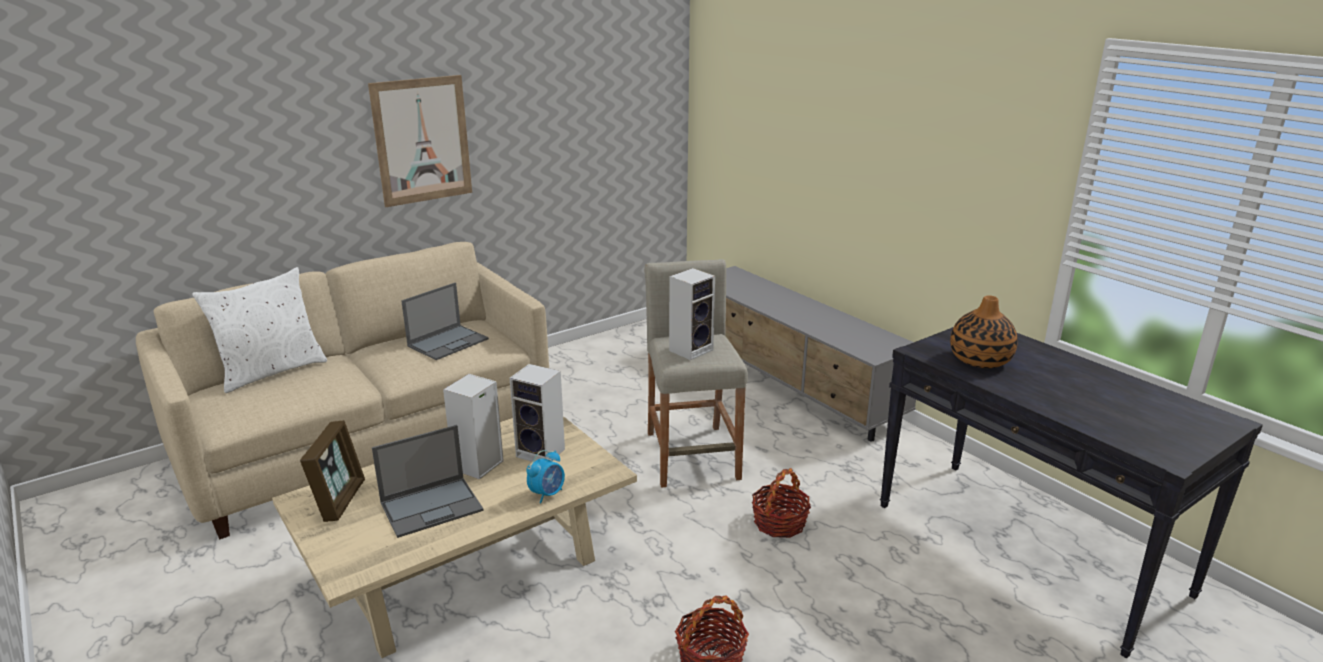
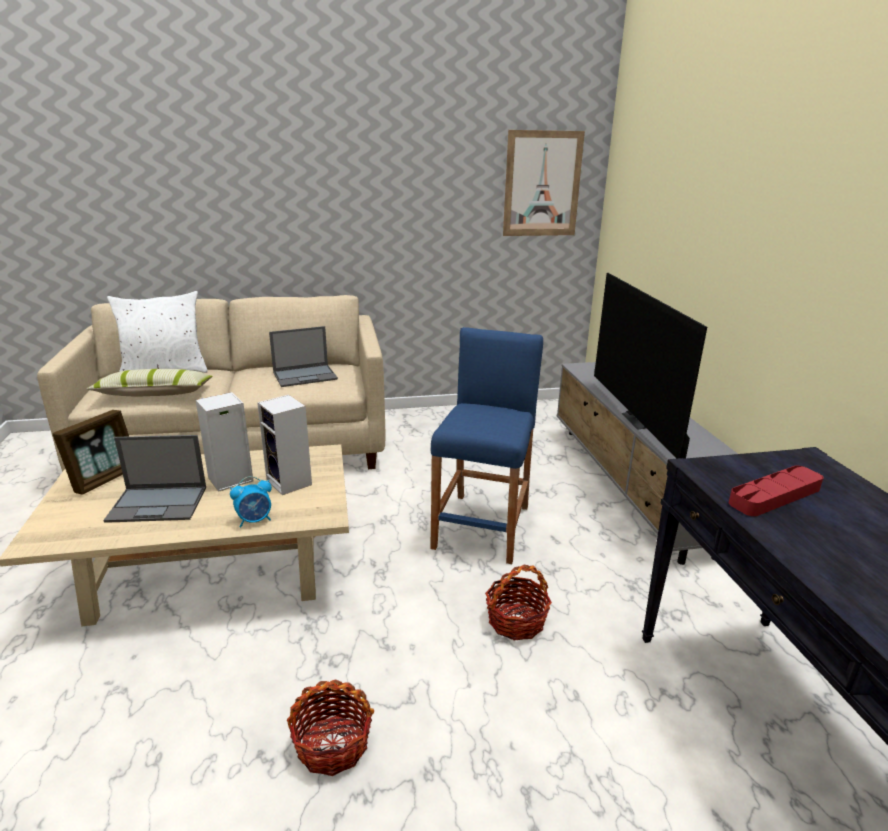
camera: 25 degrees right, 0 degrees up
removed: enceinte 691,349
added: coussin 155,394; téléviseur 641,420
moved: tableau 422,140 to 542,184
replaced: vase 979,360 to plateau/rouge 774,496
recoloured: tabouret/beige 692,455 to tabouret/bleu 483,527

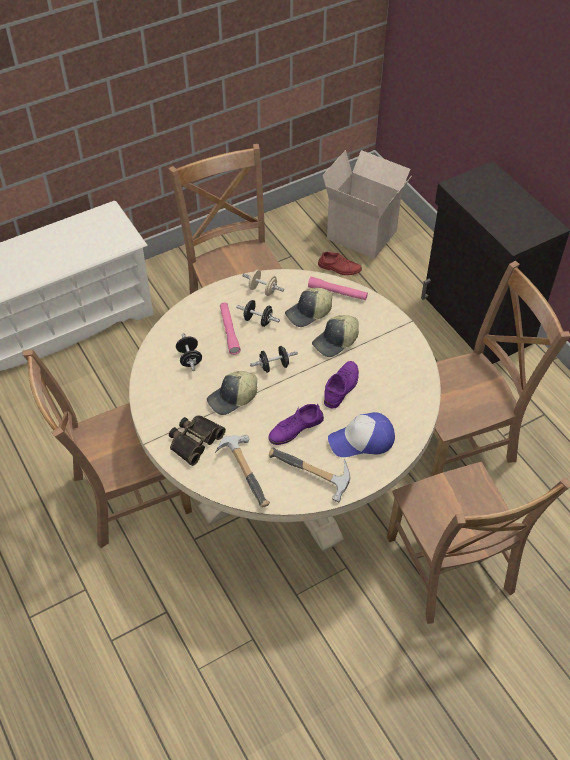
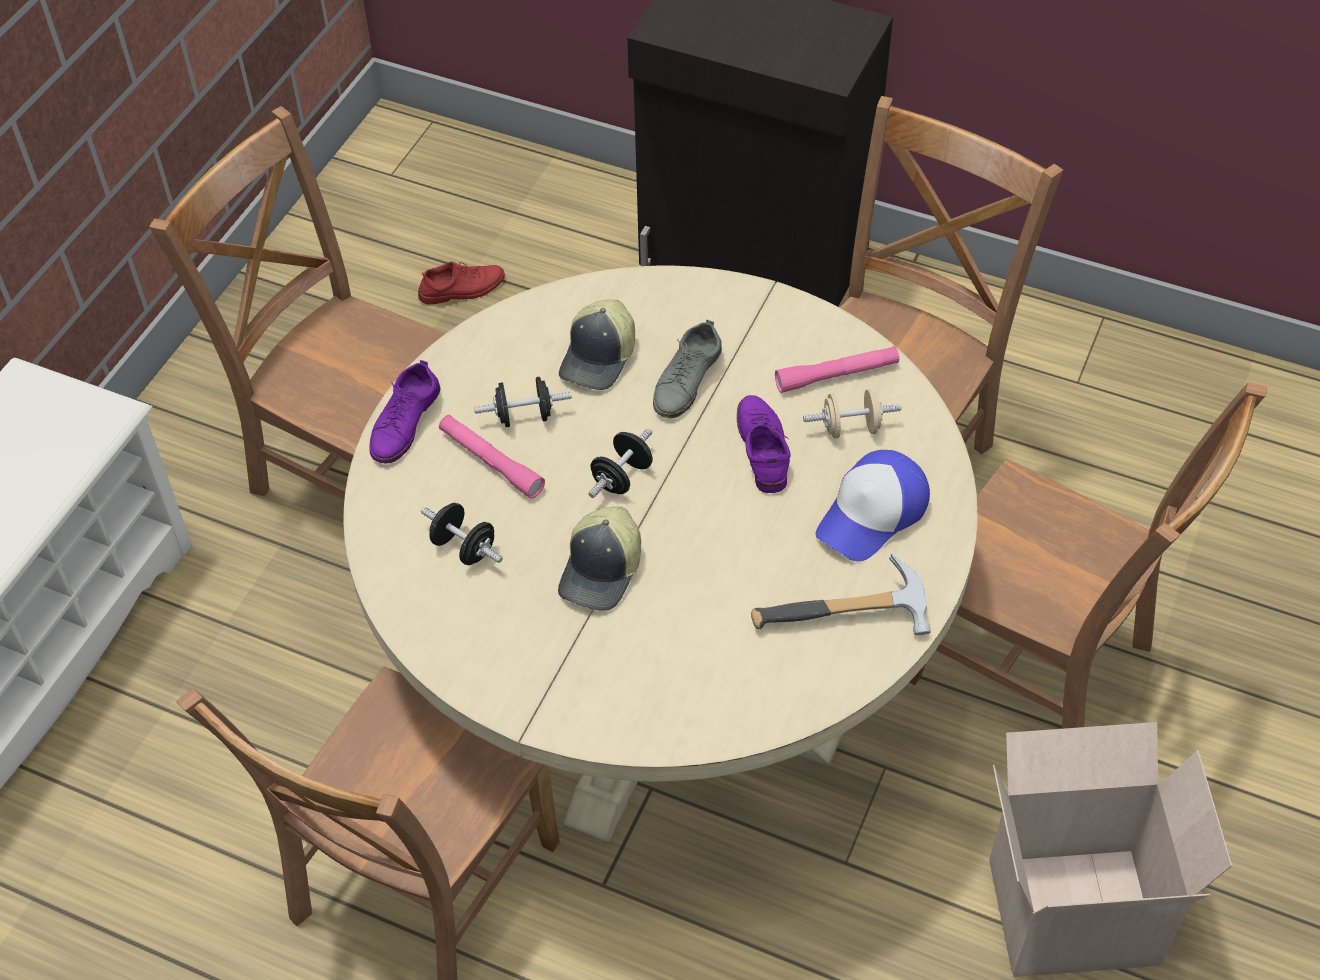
camera: 35 degrees left, 0 degrees up
removed: jumelles 194,440; marteau 248,471
moved: haltère/beige 263,290 to 850,428; chaussure/violet 295,428 to 405,423; lampe de poche/rose 337,292 to 836,375; carton 363,234 to 1074,906
replaced: casquette 336,341 to chaussure/gris 687,380

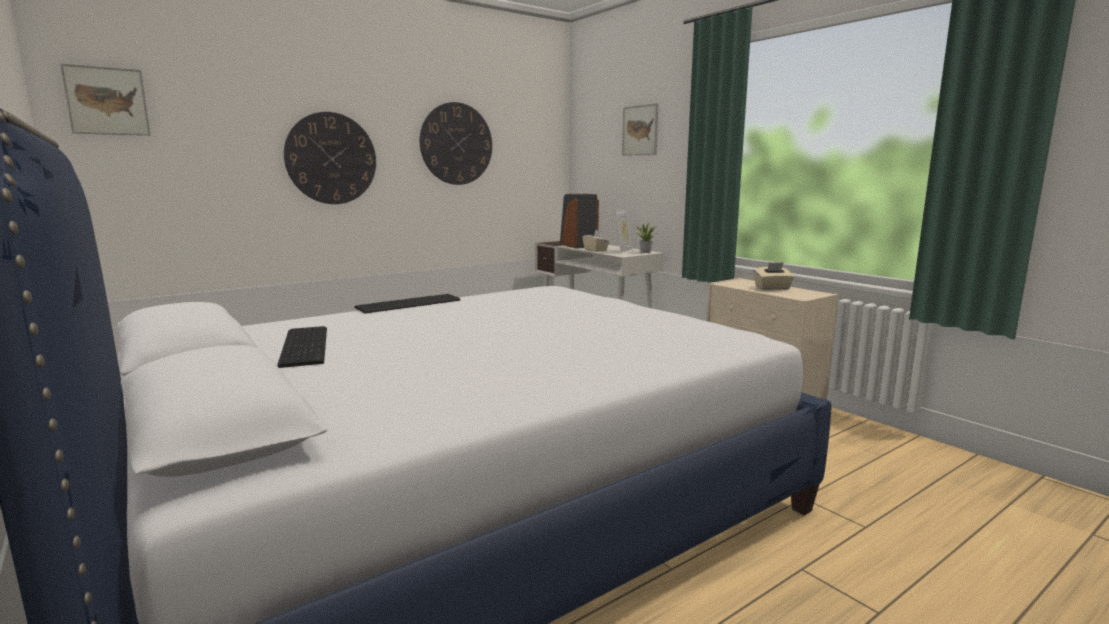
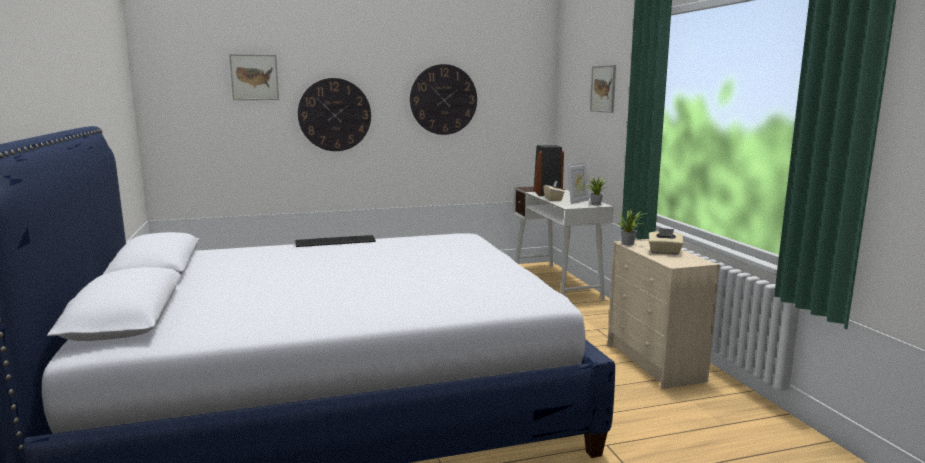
camera: 20 degrees right, 0 degrees up
removed: clavier 307,345
added: plante en pot 629,243
moved: tableau 107,101 to 254,77

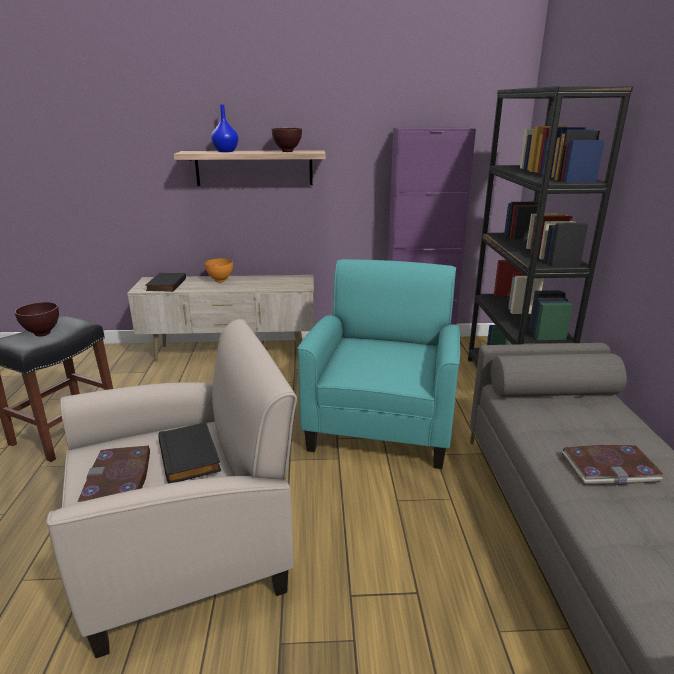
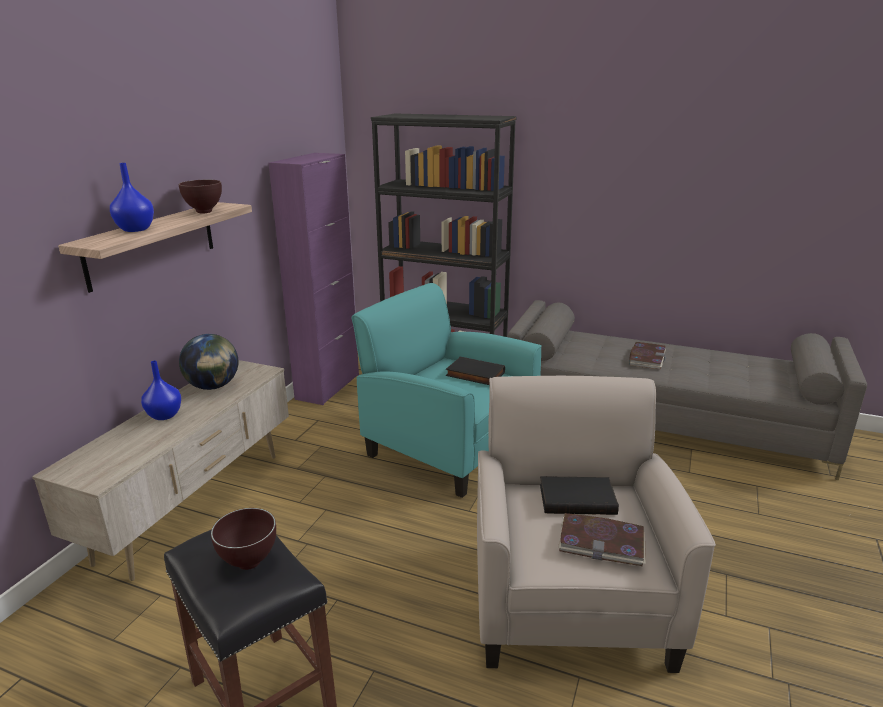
camera: 65 degrees left, 0 degrees up
added: globe 213,386
moved: livre/noir 165,284 to 474,374
replaced: bol/orange 221,281 to vase/bleu 165,415

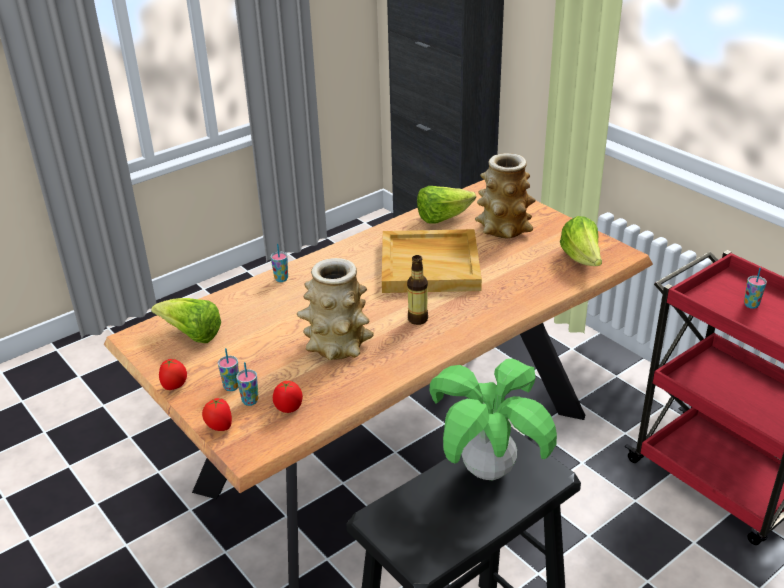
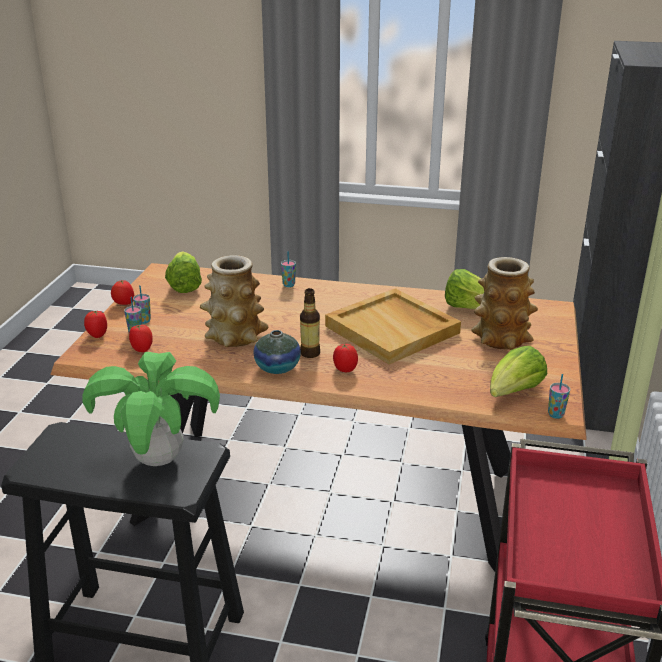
camera: 50 degrees right, 5 degrees down
added: vase 277,368; tomate 345,369
moved: tasse 751,305 to 556,415

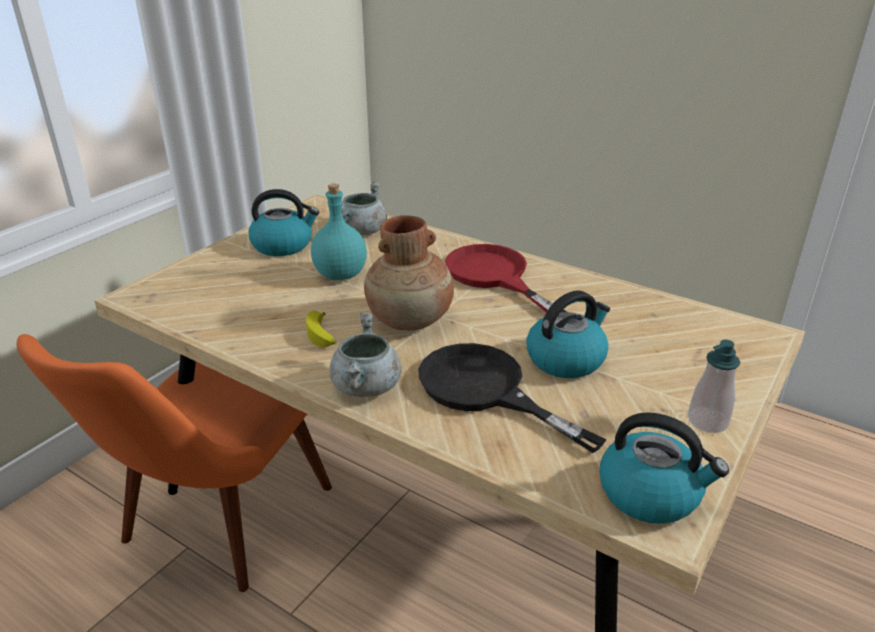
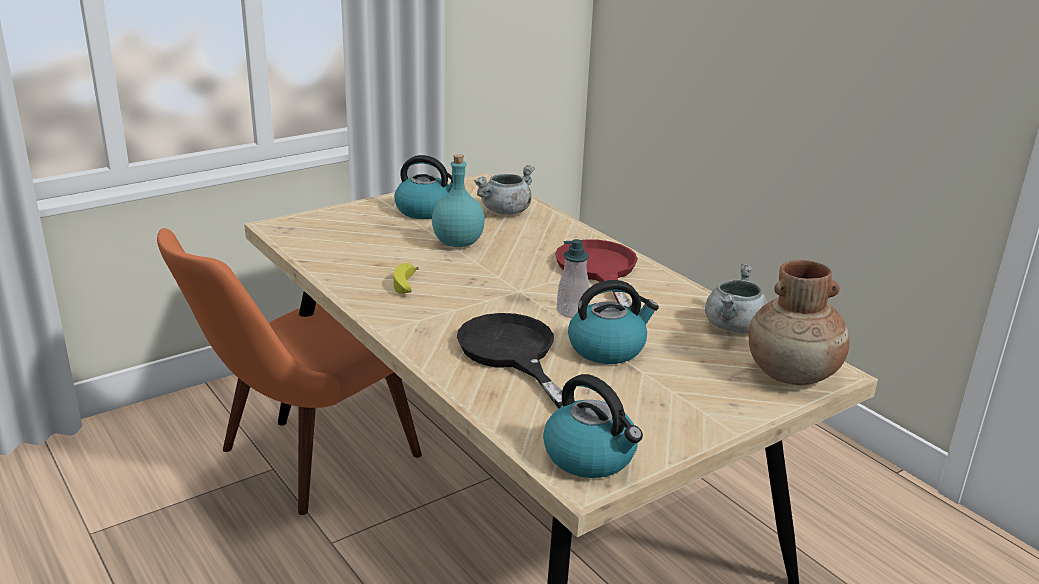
camera: 20 degrees right, 5 degrees down
moved: marmite/gris 367,387 to 734,327; vase/marron 411,320 to 793,374; distributeur de savon 707,421 to 572,311

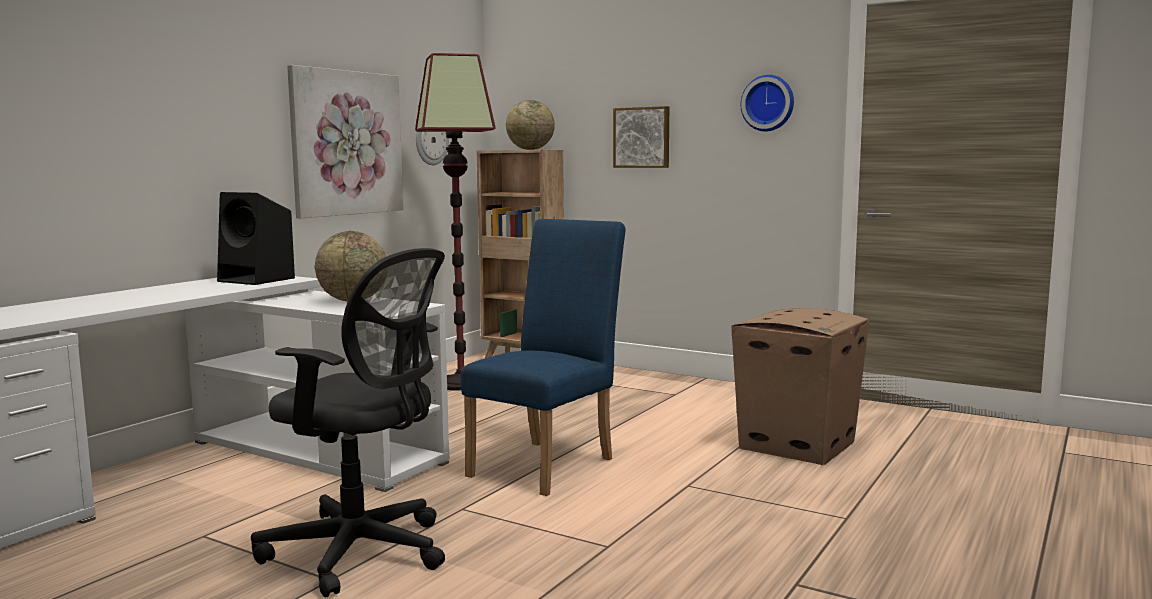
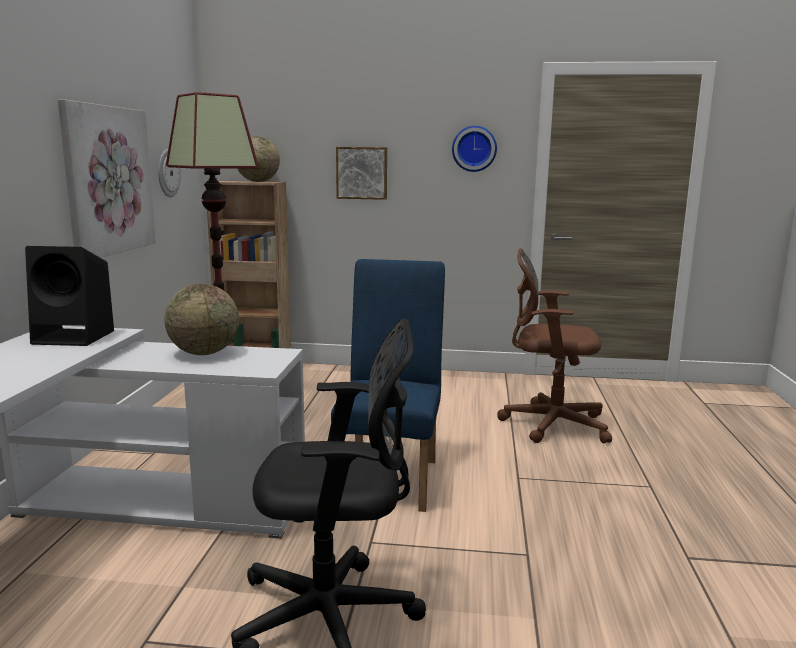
camera: 25 degrees left, 5 degrees up
replaced: carton 798,445 to chaise de bureau/marron 549,424

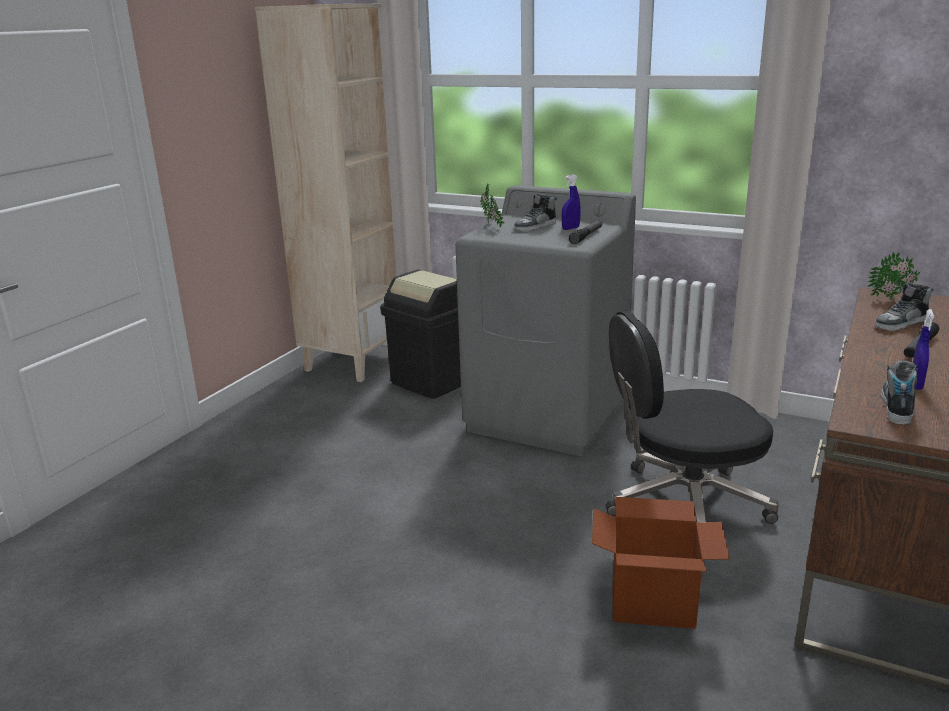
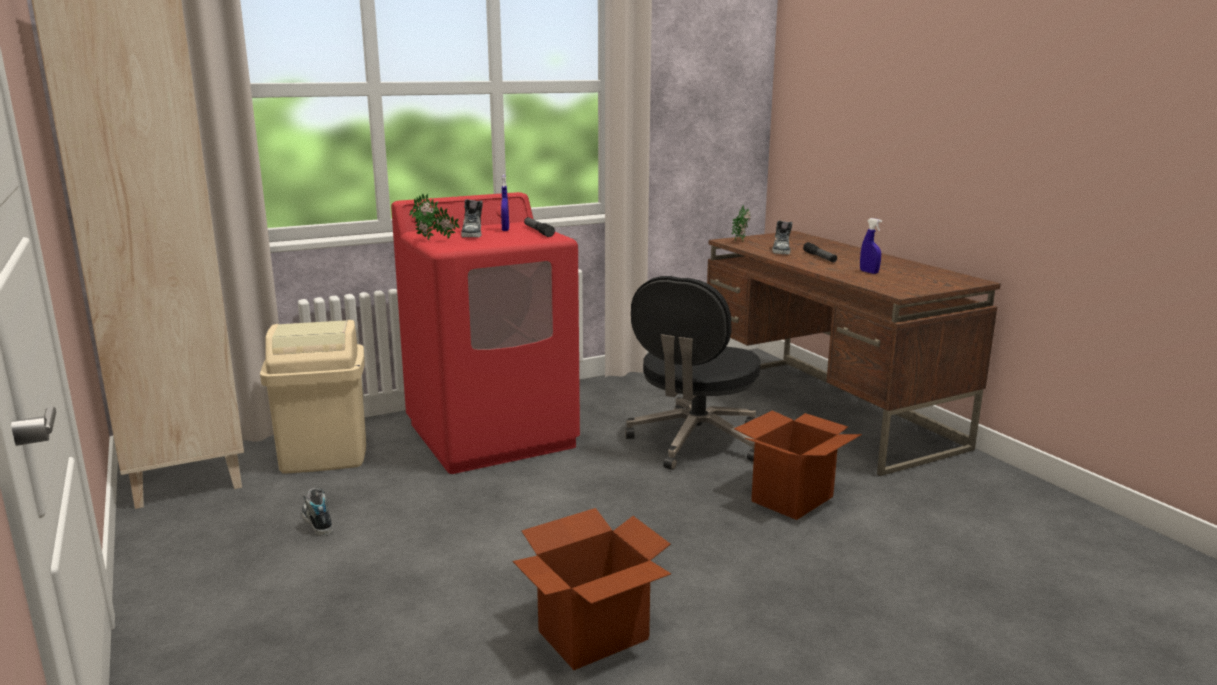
camera: 55 degrees left, 5 degrees down
added: carton 593,636
moved: chaussure 896,406 to 317,522
recoloured: poubelle/noir 432,381 to poubelle/beige 324,455; lave-linge/gris 547,416 to lave-linge/rouge 492,435

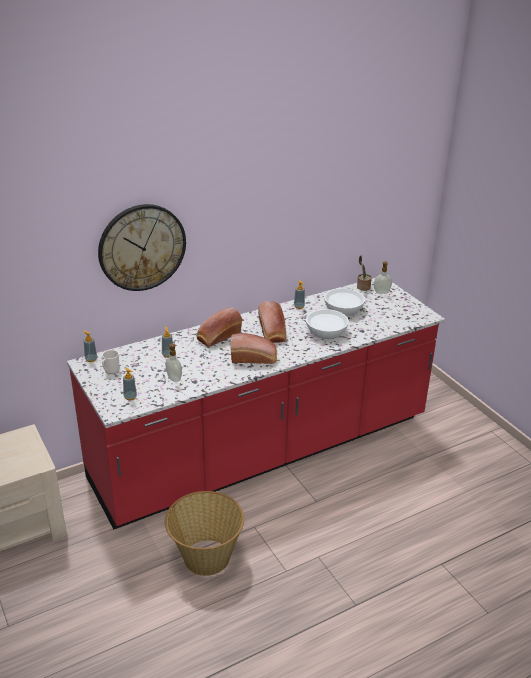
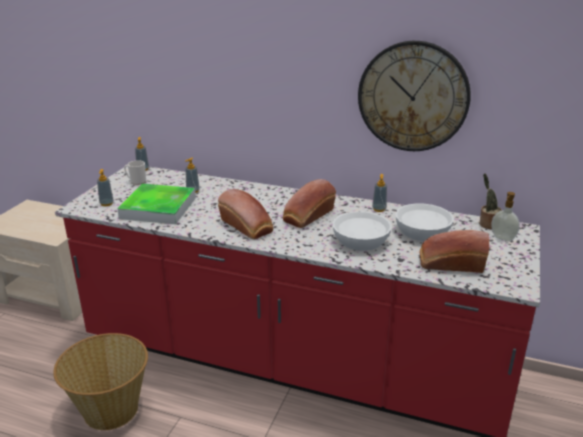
camera: 50 degrees right, 5 degrees down
moved: horloge murale 142,247 to 413,97; pain 218,336 to 450,264
replaced: distributeur de savon 173,379 to plateau 158,208

